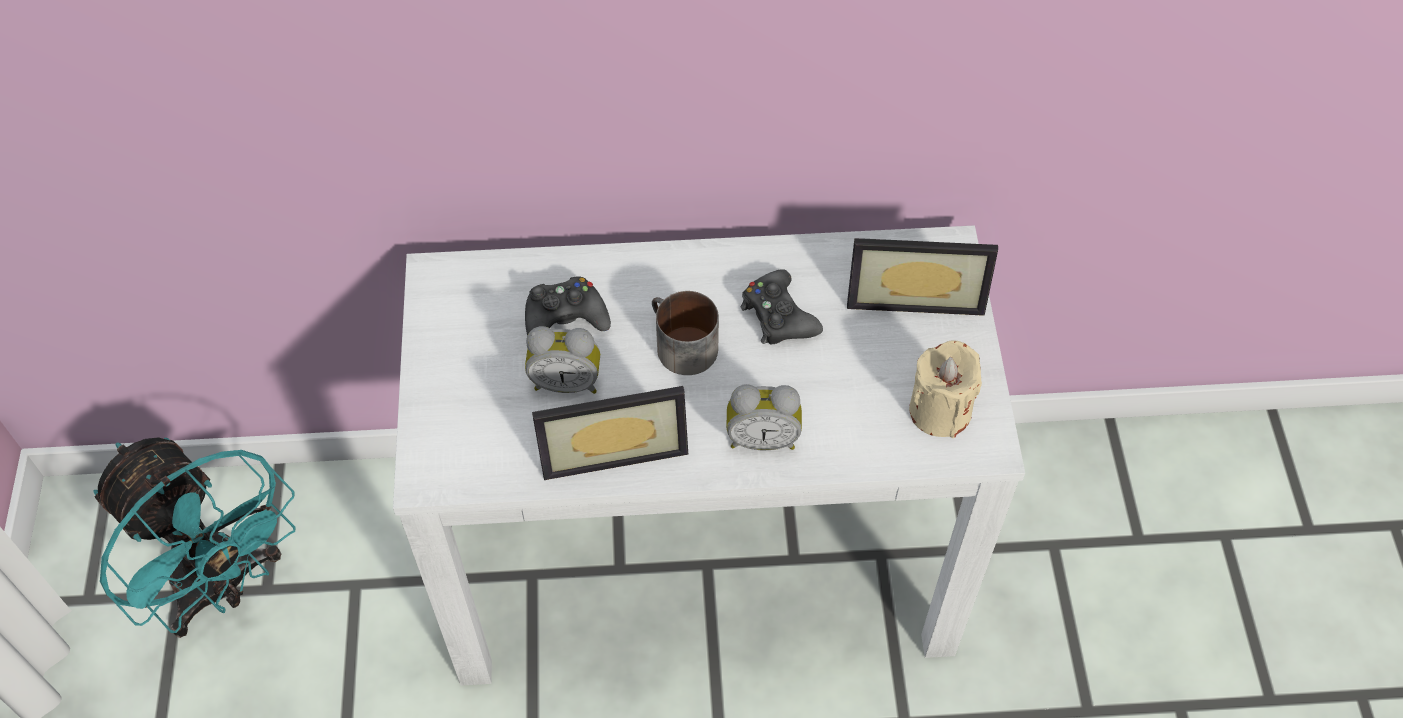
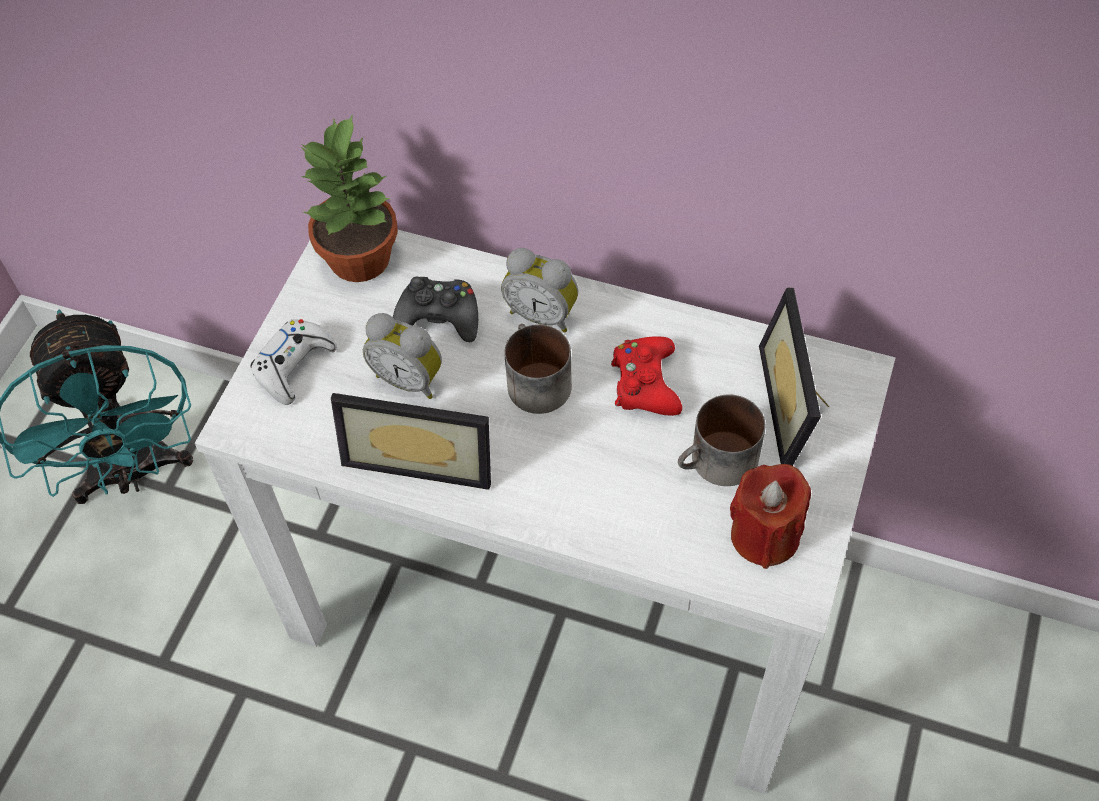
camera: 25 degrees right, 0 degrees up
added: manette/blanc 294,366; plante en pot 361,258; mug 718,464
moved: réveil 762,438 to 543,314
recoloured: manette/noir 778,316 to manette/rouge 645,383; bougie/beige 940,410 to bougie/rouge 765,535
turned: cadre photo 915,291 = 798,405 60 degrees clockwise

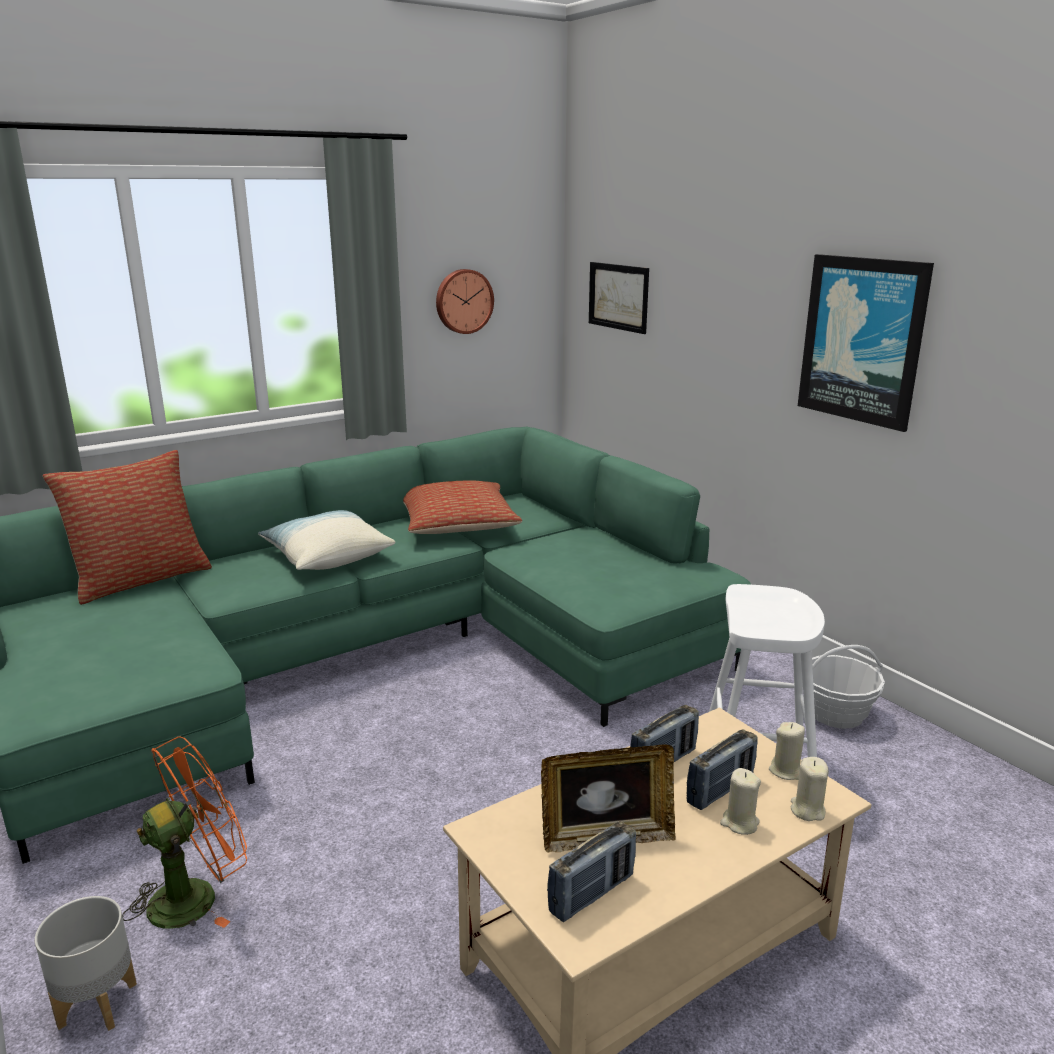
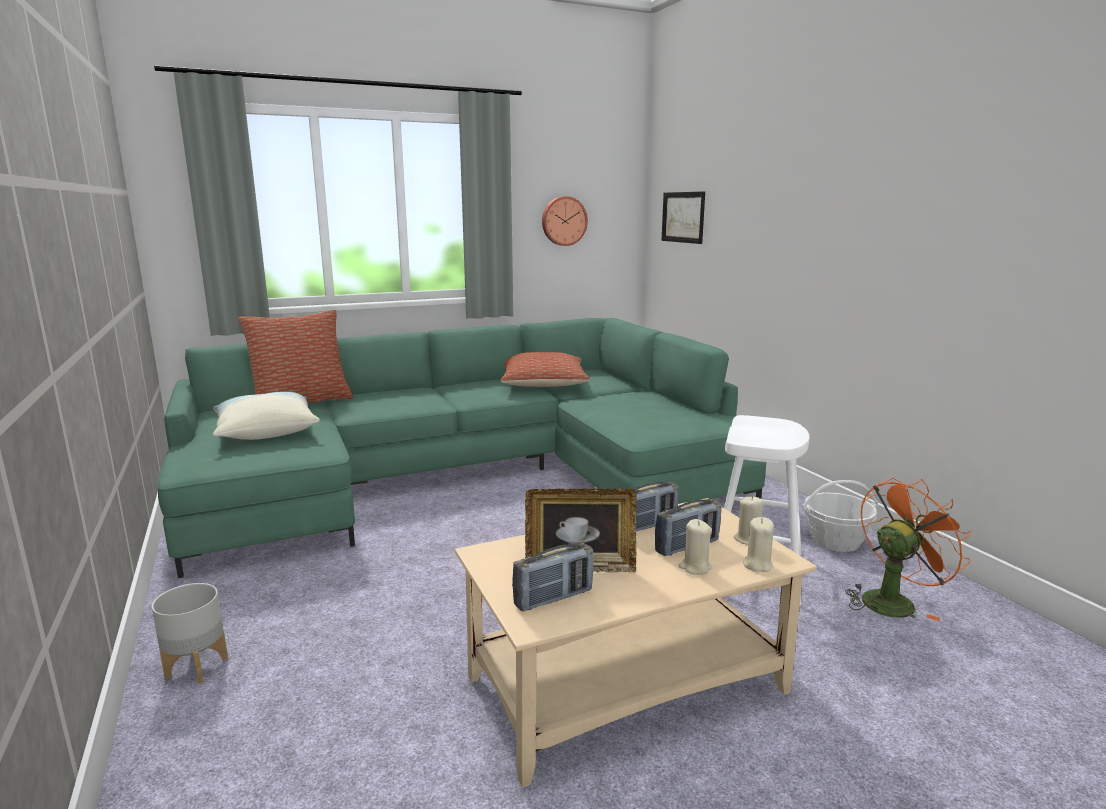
camera: 10 degrees right, 5 degrees down
removed: tableau 862,340
moved: ventilateur/orange 196,895 to 893,600; coussin 326,557 to 265,431

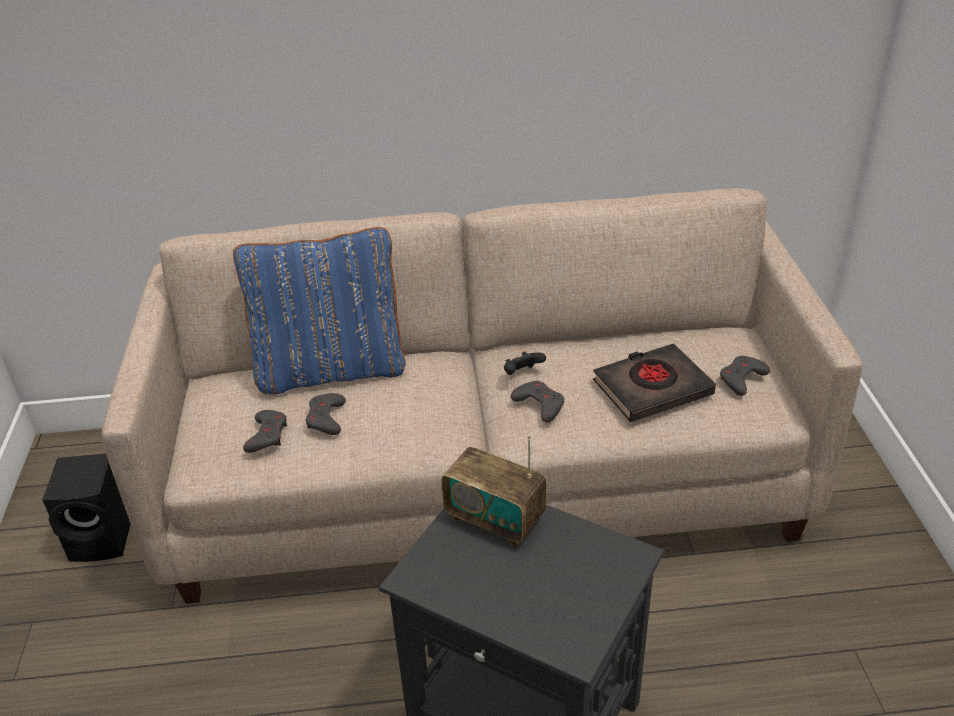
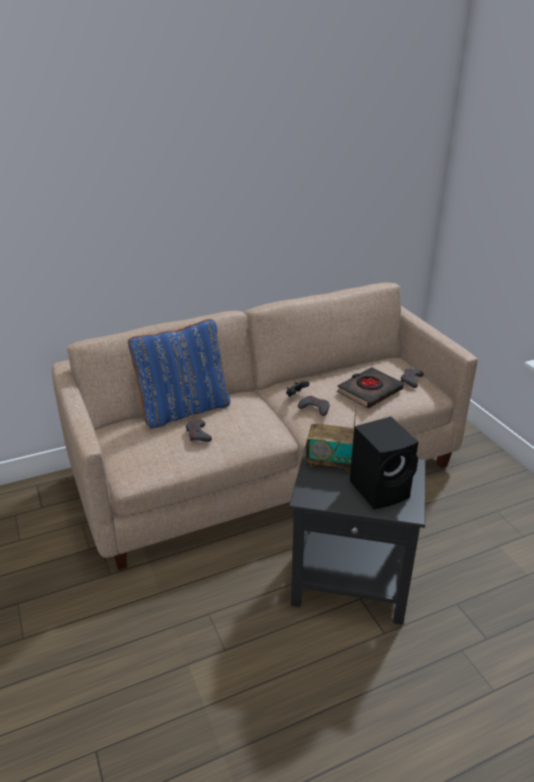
camera: 20 degrees left, 5 degrees down
removed: manette/gris 267,435
moved: enceinte/noir 104,538 to 381,489

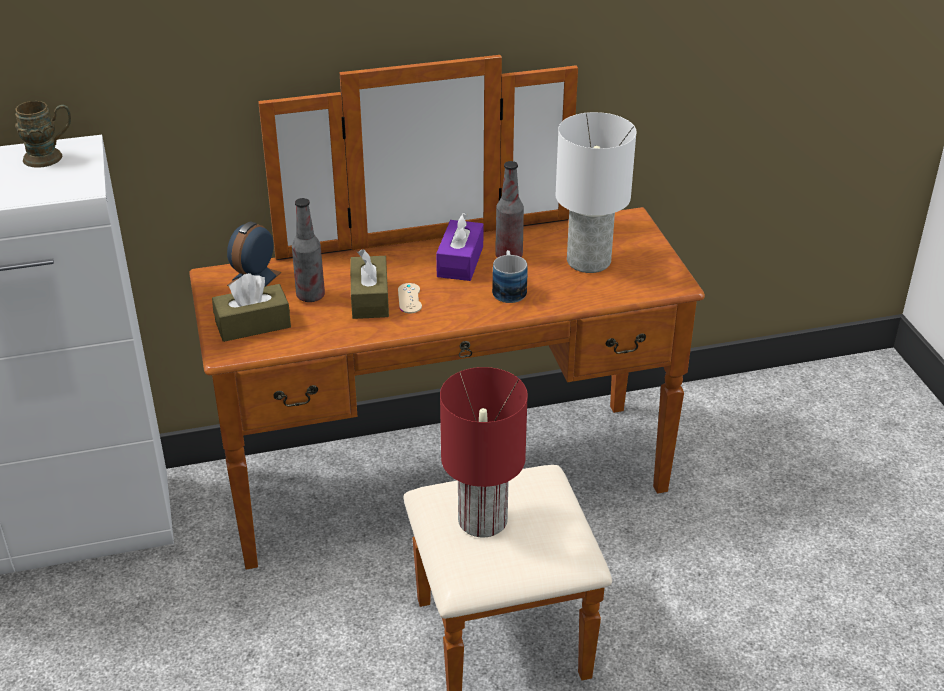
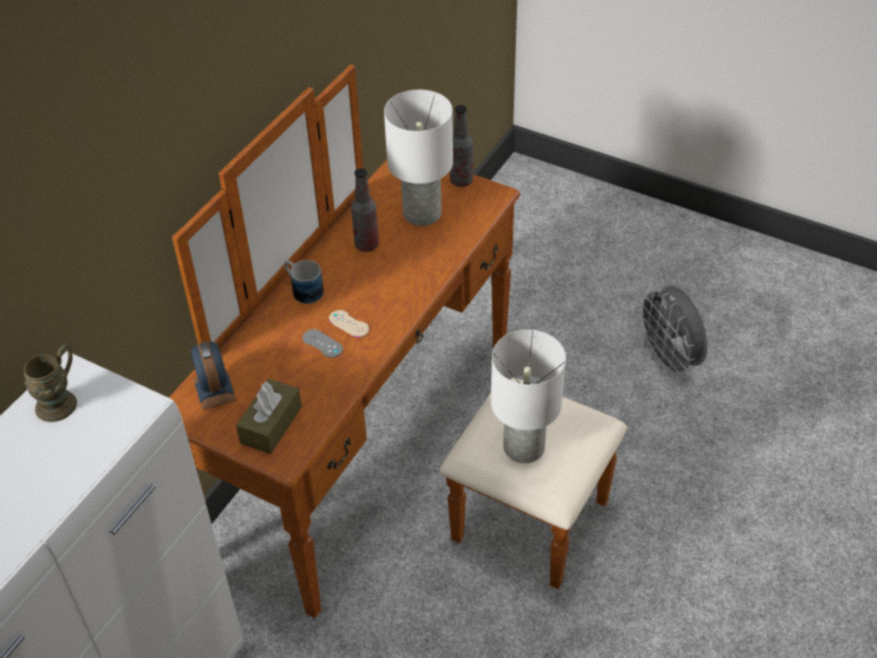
camera: 45 degrees left, 10 degrees up
removed: boîte à mouchoirs/violet 460,261
added: ventilateur/gris 669,361
moved: bouteille 310,296 to 461,181; mug 509,289 to 303,290
replaced: boîte à mouchoirs/marron 370,298 to manette/gris 322,344
recoloured: lampe de table/rouge 481,520 to lampe de table/blanc 523,448

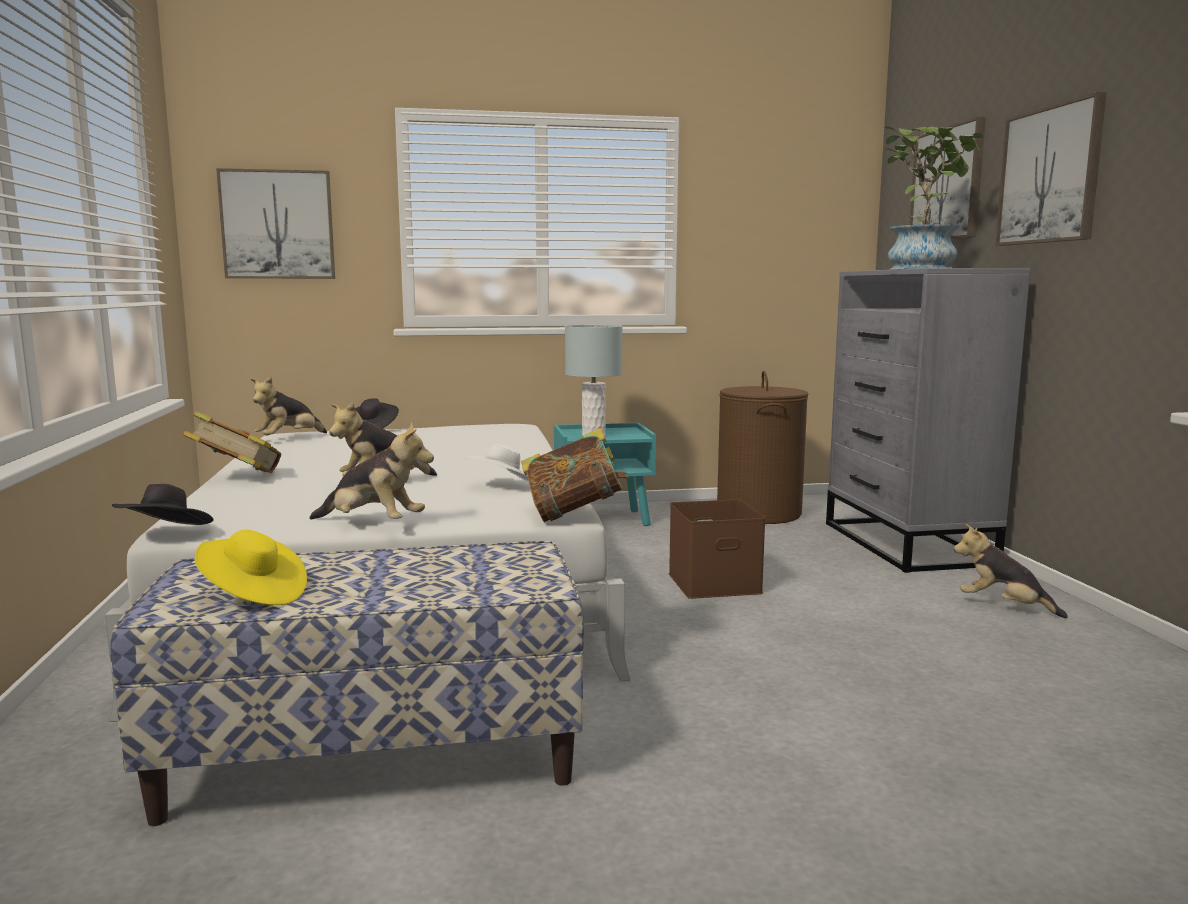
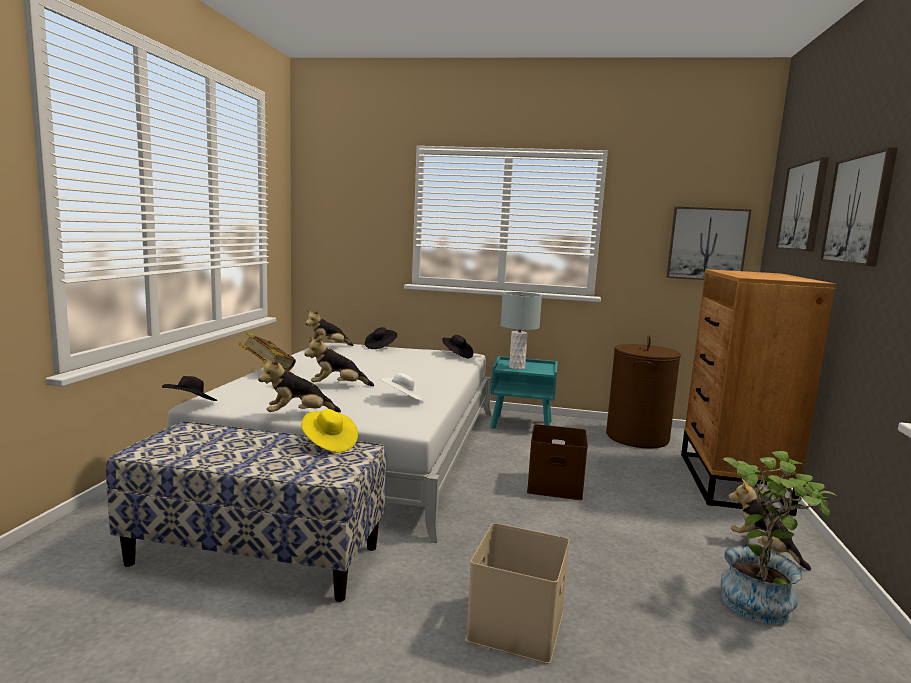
camera: 20 degrees right, 0 degrees up
removed: livre 573,514
added: chapeau/noir 457,355; boîte de rangement/beige 517,627
moved: chapeau/jaune 253,595 to 328,444; tableau 278,225 to 707,244; plante en pot 923,269 to 760,599
recoloured: commode/gris 907,544 to commode/marron 731,482
turned: peluche 373,524 = 298,415 120 degrees clockwise

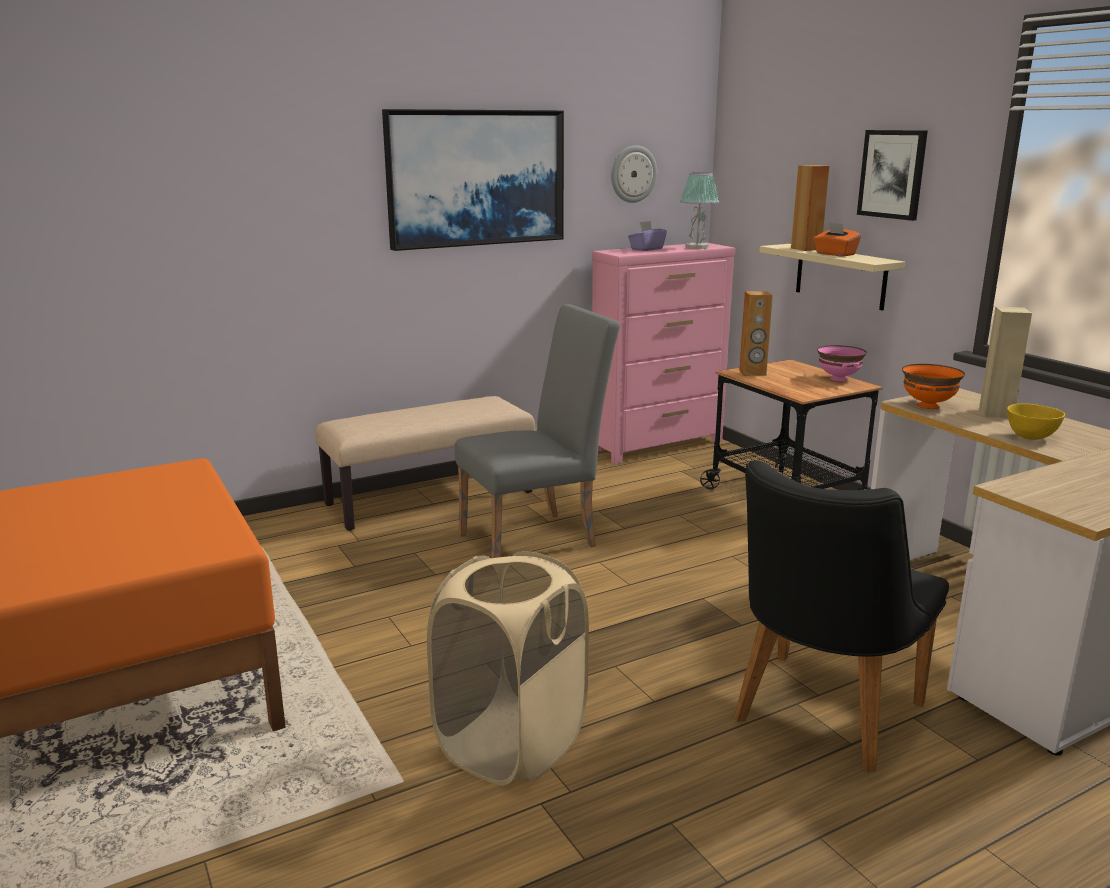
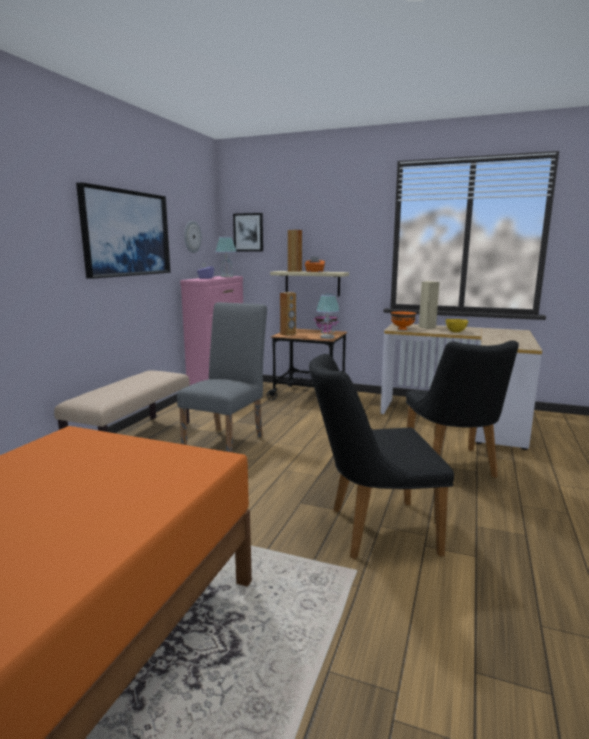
camera: 40 degrees left, 5 degrees down
added: lampe de table 327,337
moved: tableau 892,174 to 248,232
replaced: panier à linge/beige 511,744 to chaise/noir 372,529

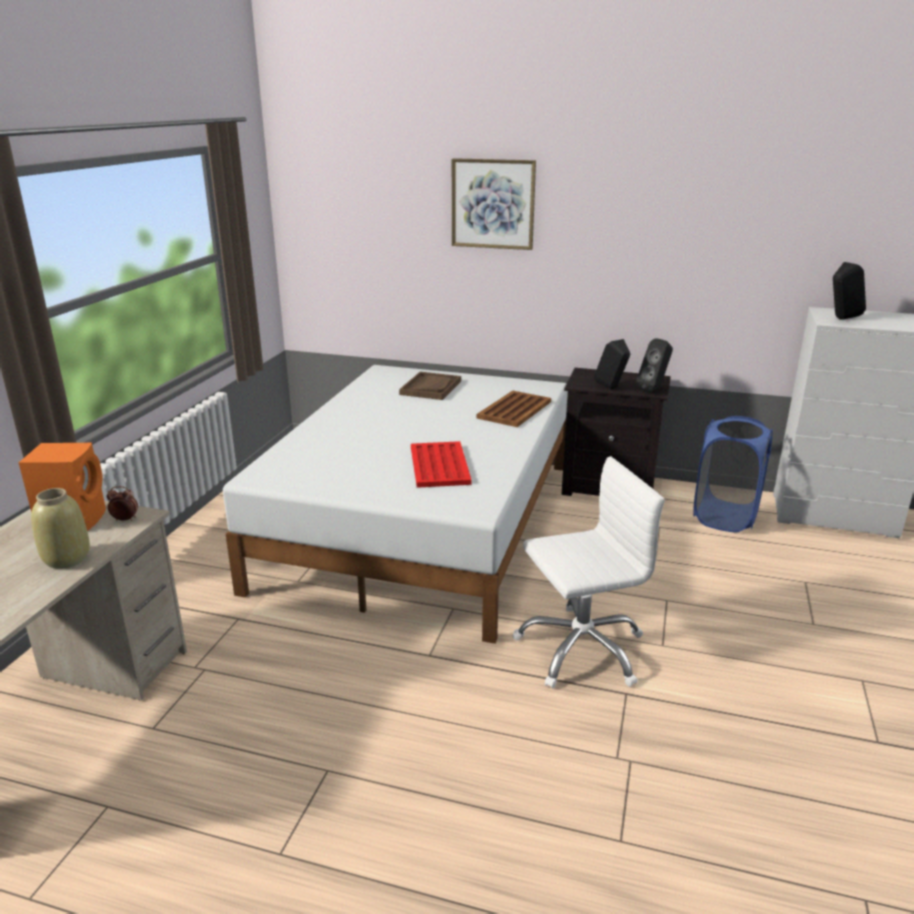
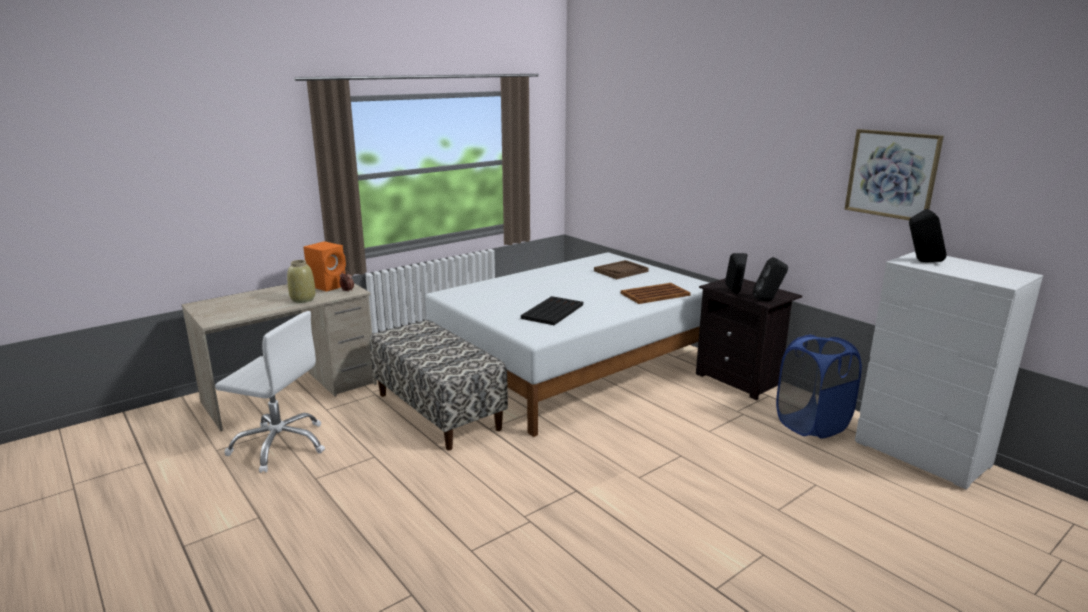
camera: 35 degrees right, 5 degrees down
added: banc 438,411
moved: tableau 493,204 to 892,174; chaise de bureau/blanc 581,648 to 280,445
recoloured: plateau/rouge 439,465 to plateau/noir 553,311

